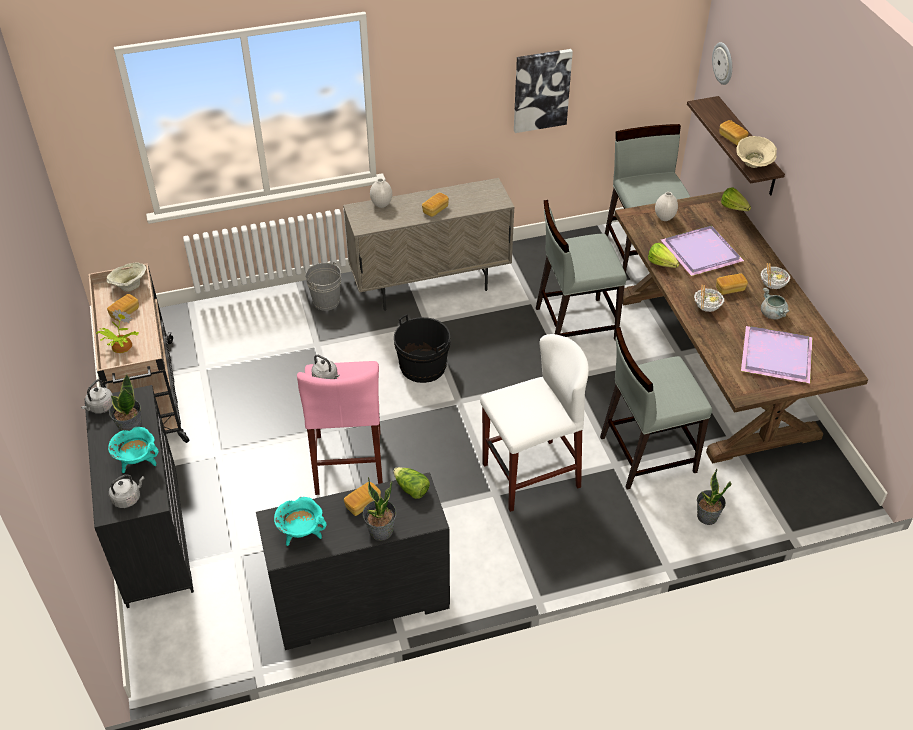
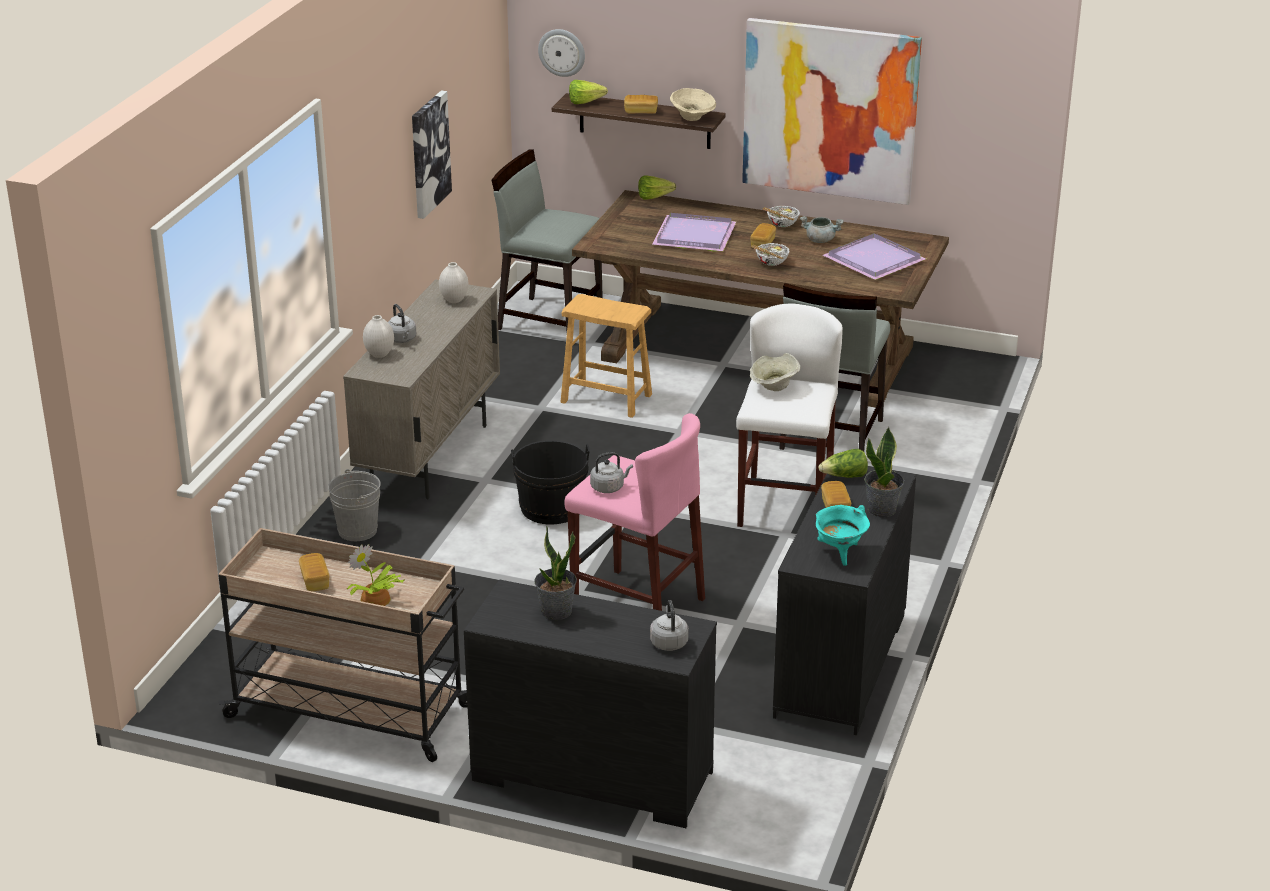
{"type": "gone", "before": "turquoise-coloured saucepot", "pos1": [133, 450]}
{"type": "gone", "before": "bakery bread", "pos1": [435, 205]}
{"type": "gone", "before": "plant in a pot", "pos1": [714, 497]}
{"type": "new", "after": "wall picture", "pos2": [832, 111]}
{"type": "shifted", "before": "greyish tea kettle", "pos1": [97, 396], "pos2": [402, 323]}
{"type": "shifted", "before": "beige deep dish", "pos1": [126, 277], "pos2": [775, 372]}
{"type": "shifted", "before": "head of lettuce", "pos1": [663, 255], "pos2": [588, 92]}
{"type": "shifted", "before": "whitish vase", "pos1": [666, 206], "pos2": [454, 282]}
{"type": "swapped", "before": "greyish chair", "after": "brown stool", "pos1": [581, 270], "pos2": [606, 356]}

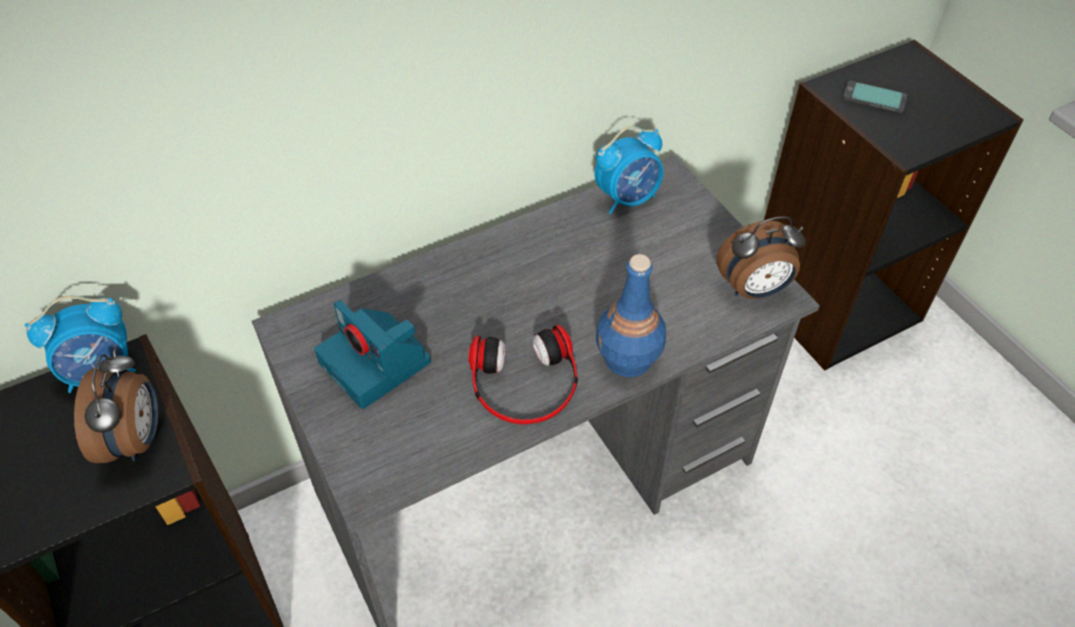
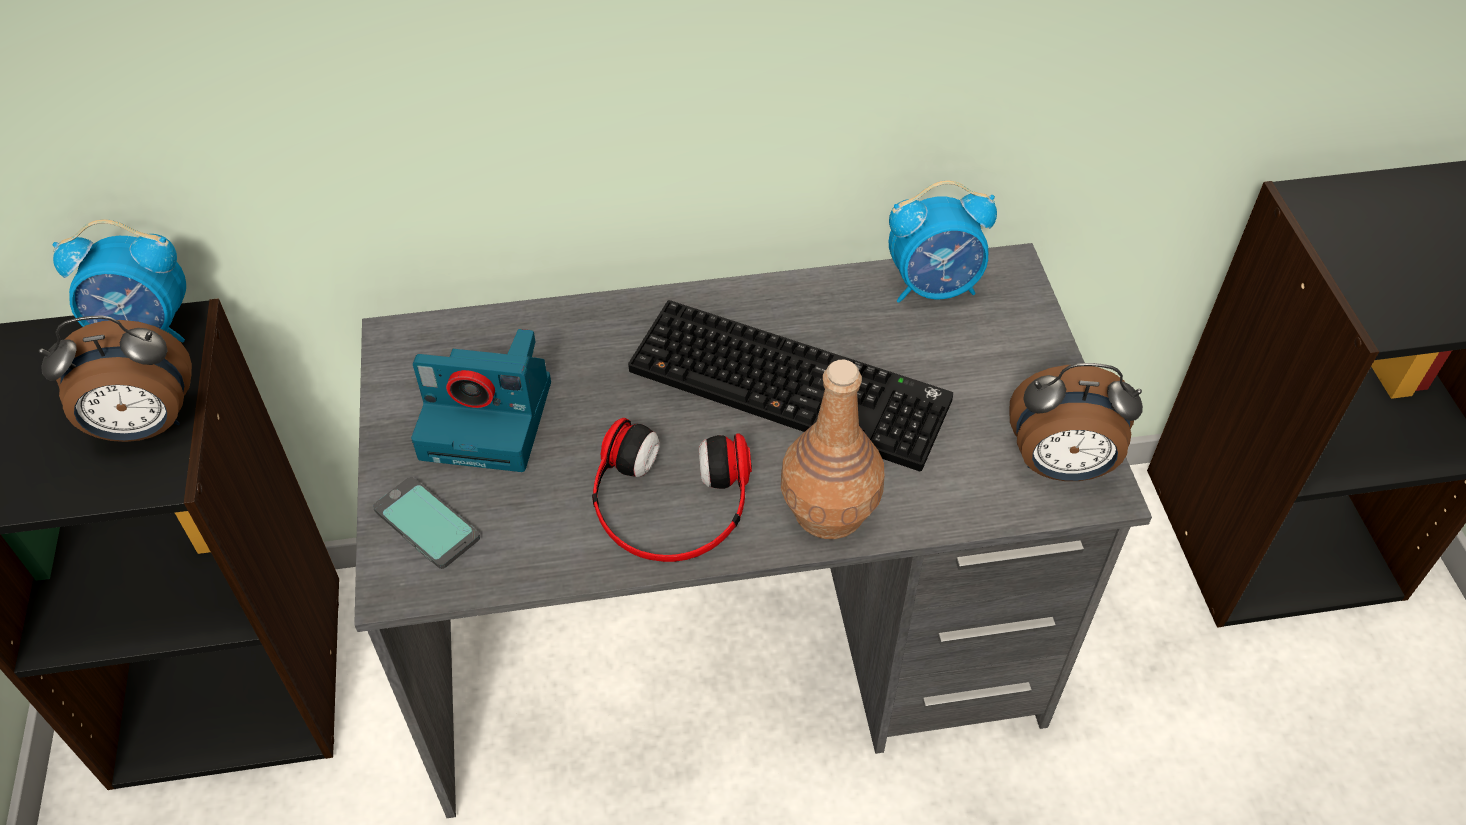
{"type": "new", "after": "keyboard", "pos2": [790, 385]}
{"type": "shifted", "before": "telephone", "pos1": [875, 97], "pos2": [426, 523]}
{"type": "repainted", "before": "bluish bottle", "after": "brown bottle", "pos1": [631, 315], "pos2": [833, 449]}
{"type": "rotated", "before": "table clock", "pos1": [116, 406], "pos2": [115, 378], "turn": 60}
{"type": "rotated", "before": "still camera", "pos1": [372, 354], "pos2": [481, 400], "turn": -60}

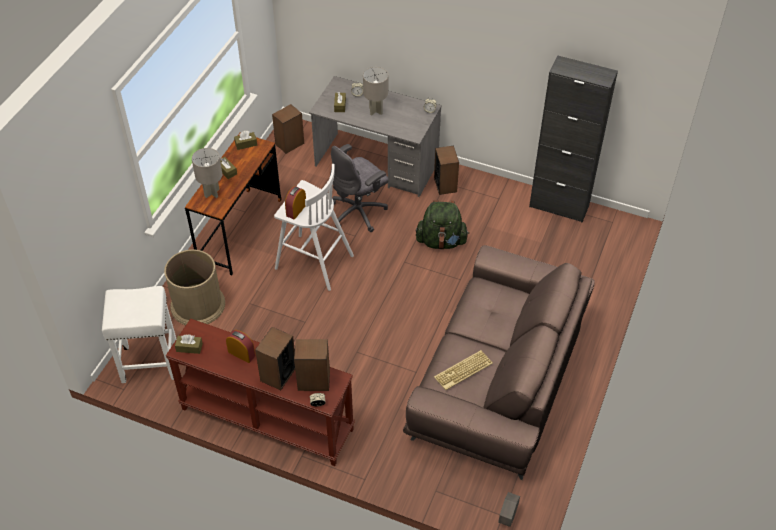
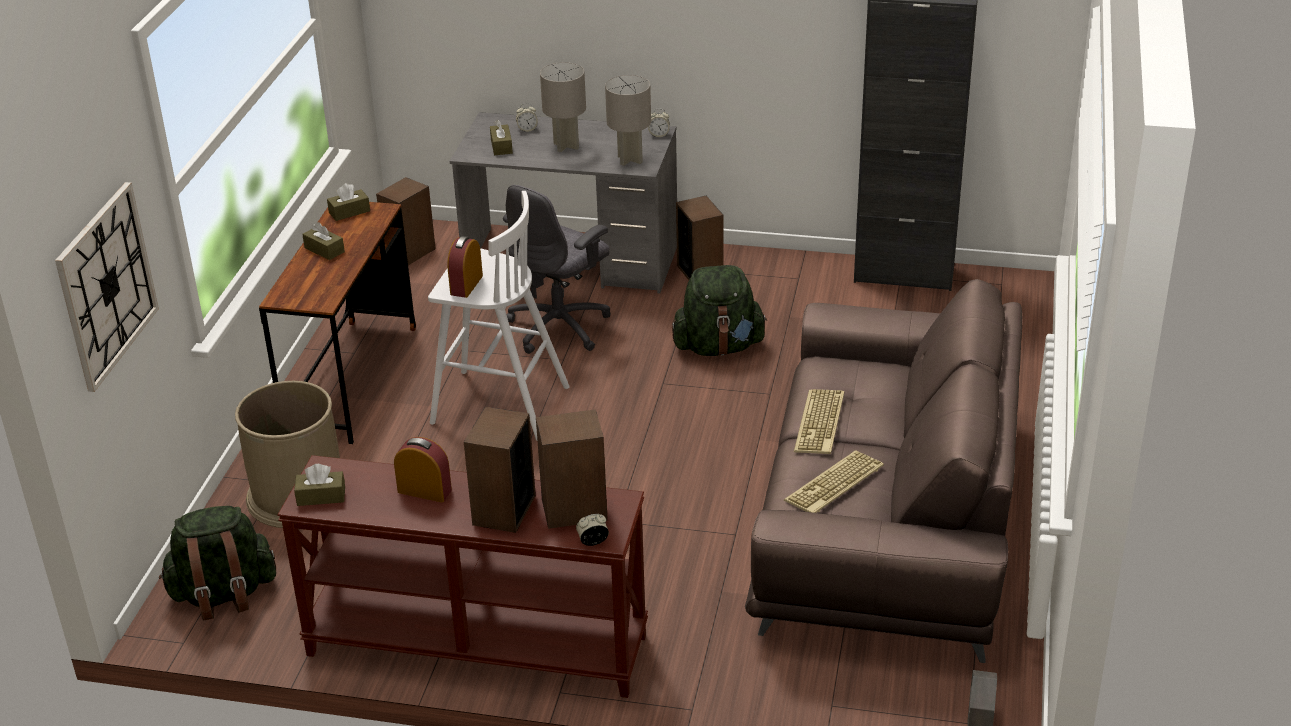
{"type": "new", "after": "wall clock", "pos2": [107, 287]}
{"type": "new", "after": "keyboard", "pos2": [819, 421]}
{"type": "shifted", "before": "greyish tabletop lamp", "pos1": [207, 173], "pos2": [628, 120]}
{"type": "swapped", "before": "whitish stool", "after": "green-coloured rucksack", "pos1": [139, 334], "pos2": [217, 563]}

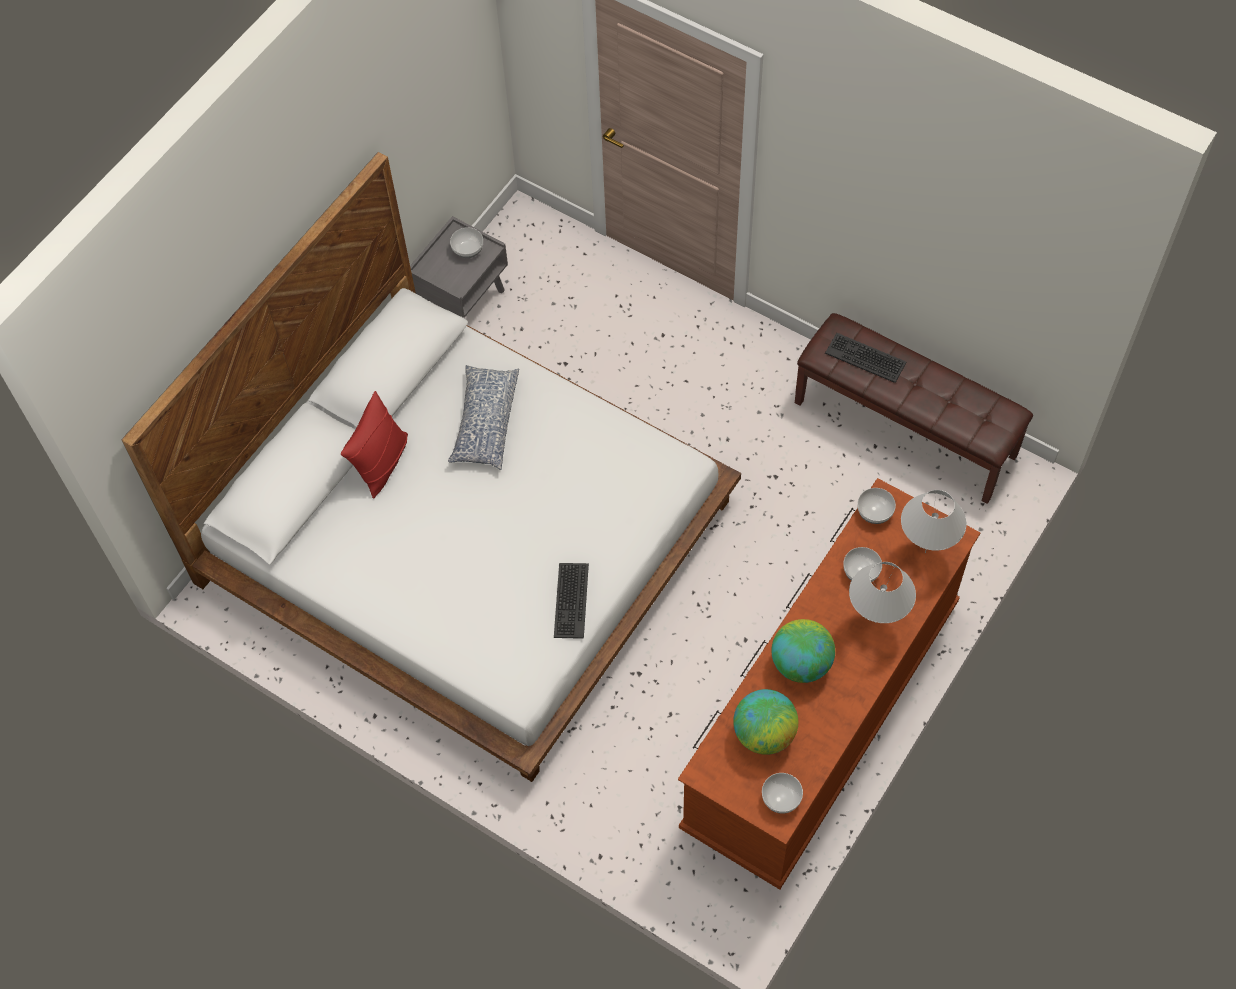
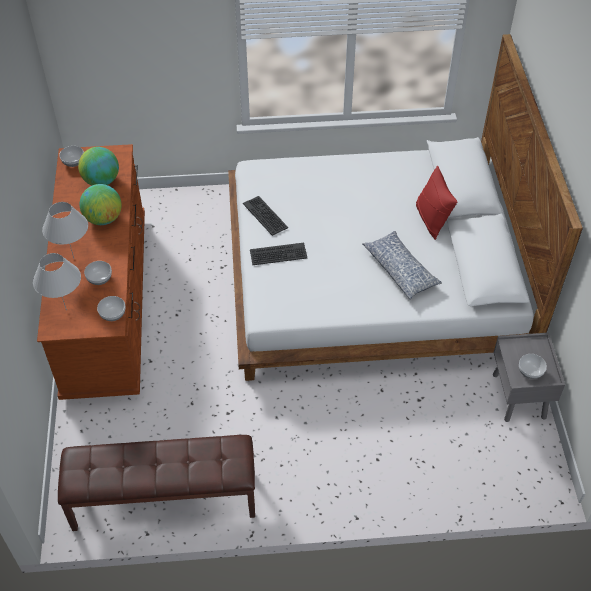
{"type": "shifted", "before": "keyboard", "pos1": [866, 358], "pos2": [278, 254]}

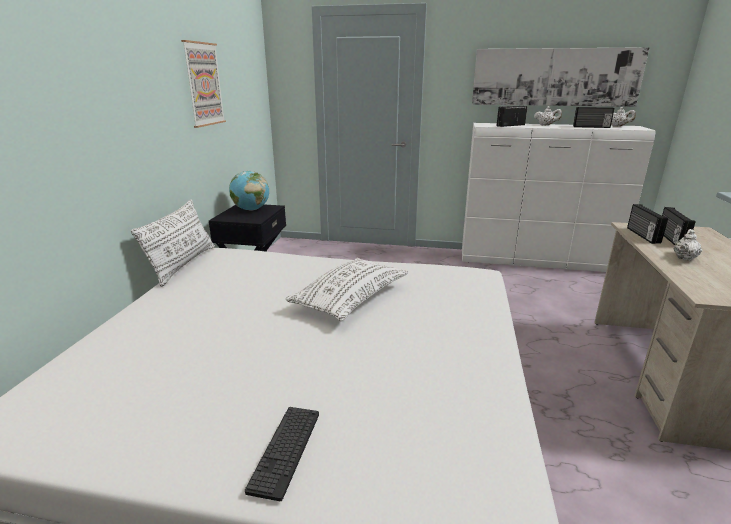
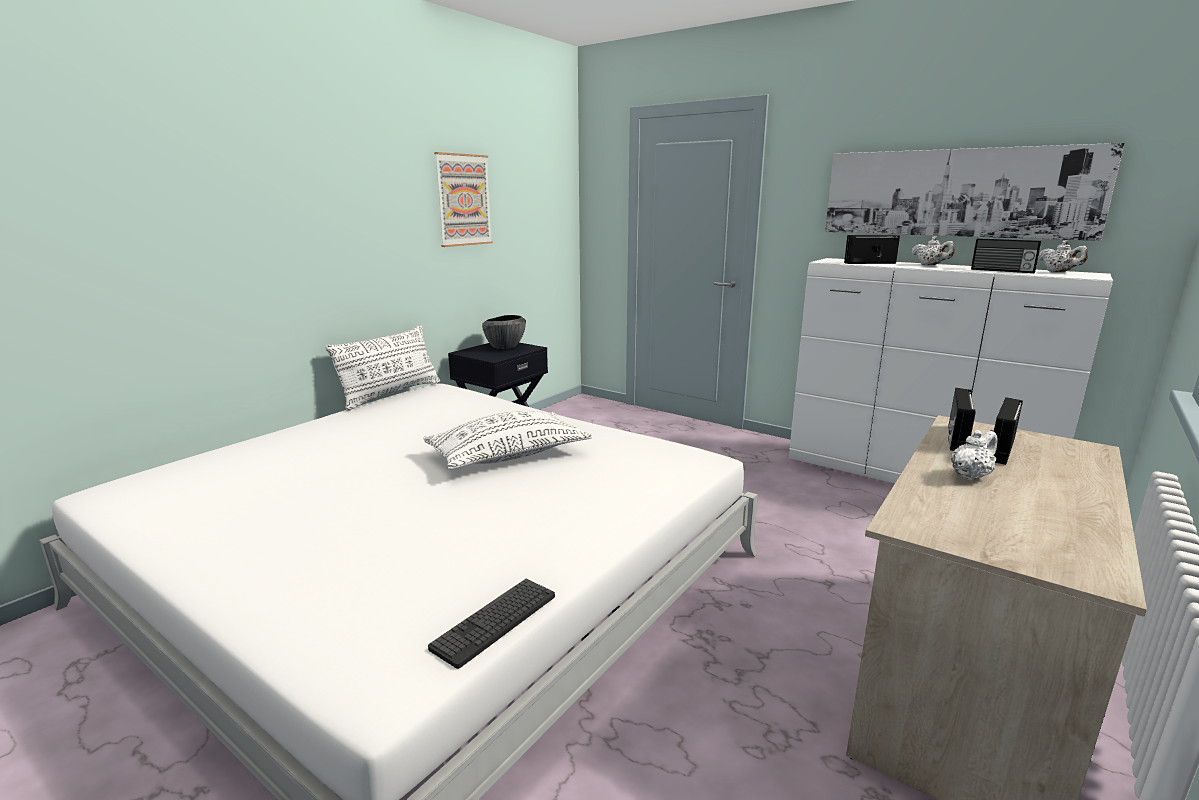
{"type": "shifted", "before": "keyboard", "pos1": [282, 454], "pos2": [491, 624]}
{"type": "swapped", "before": "desk globe", "after": "deep dish", "pos1": [249, 190], "pos2": [504, 332]}

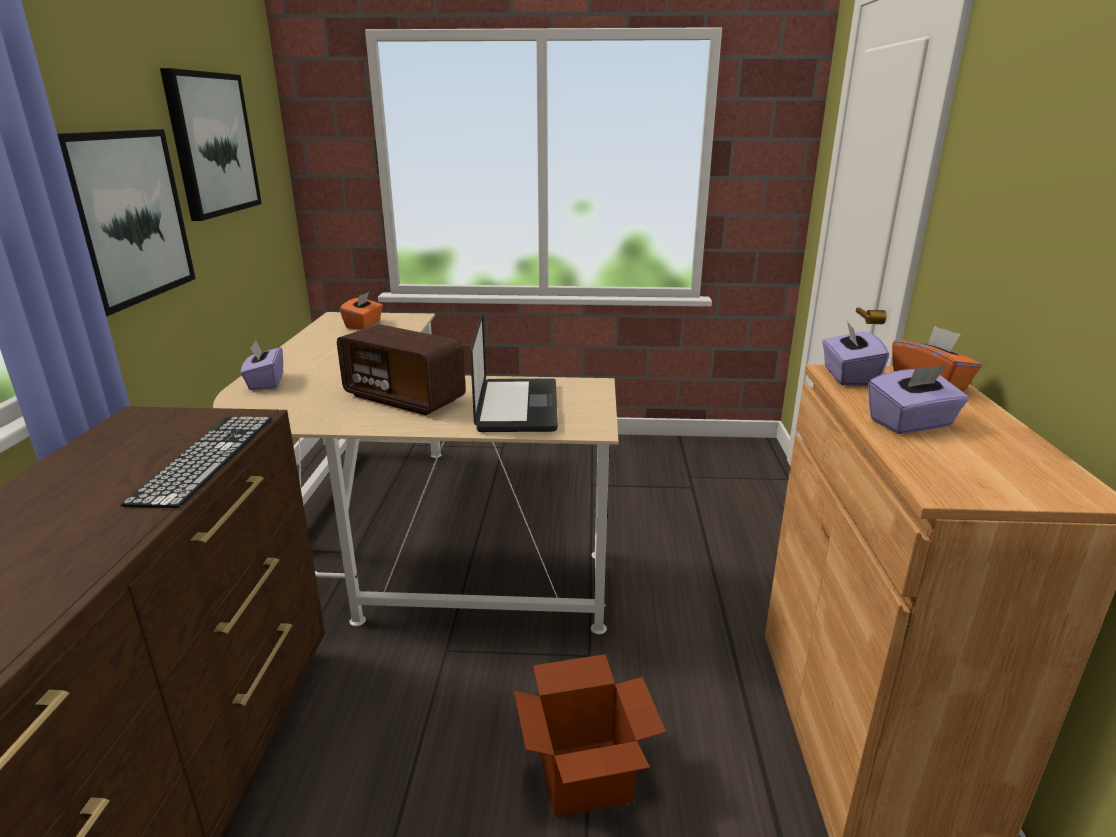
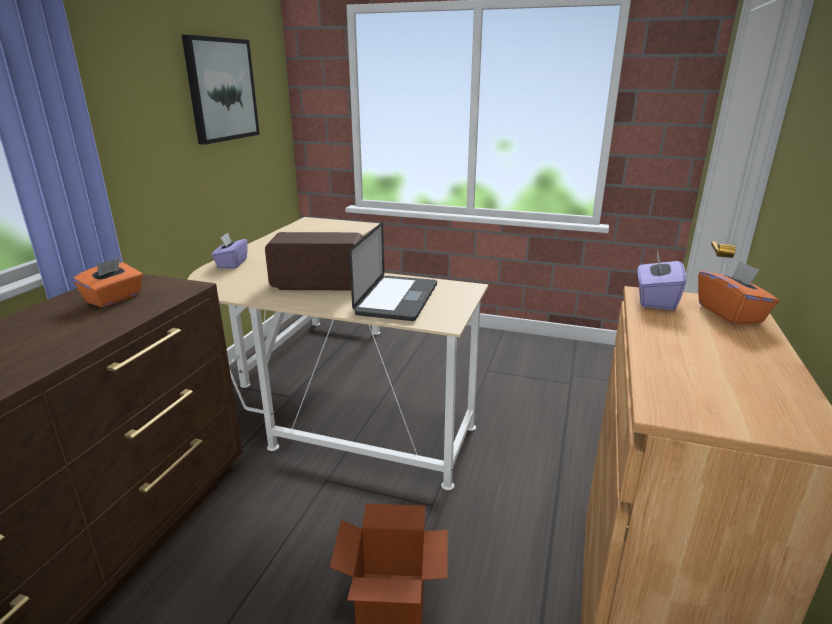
{"type": "gone", "before": "wall picture", "pos1": [126, 222]}
{"type": "gone", "before": "keyboard", "pos1": [196, 462]}
{"type": "gone", "before": "purplish tissue holder", "pos1": [918, 399]}
{"type": "shifted", "before": "orange-coloured tissue holder", "pos1": [361, 310], "pos2": [108, 282]}
{"type": "rotated", "before": "radio", "pos1": [401, 369], "pos2": [314, 261], "turn": 135}

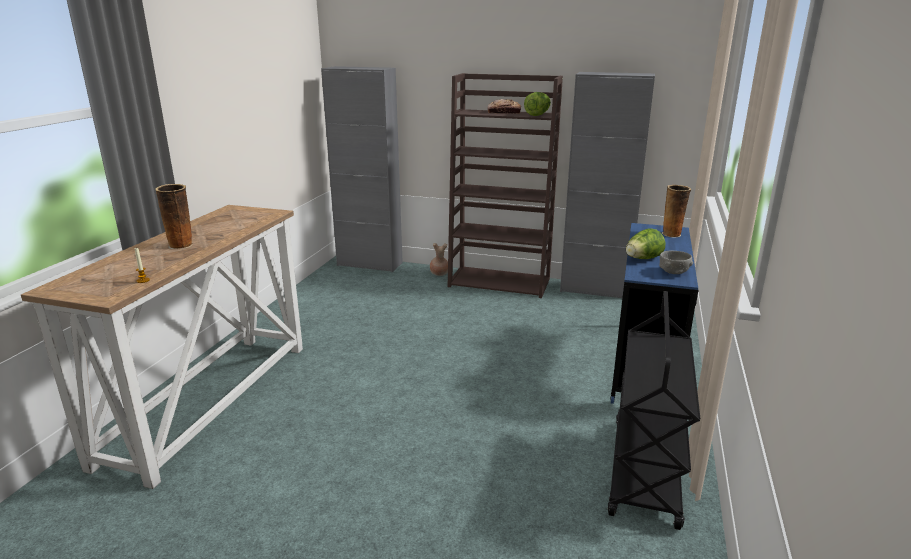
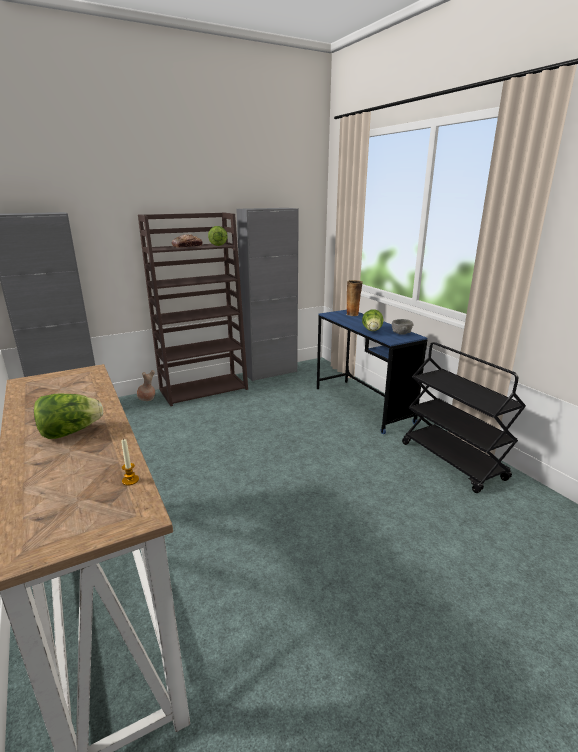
{"type": "swapped", "before": "vase", "after": "head of lettuce", "pos1": [173, 216], "pos2": [68, 416]}

